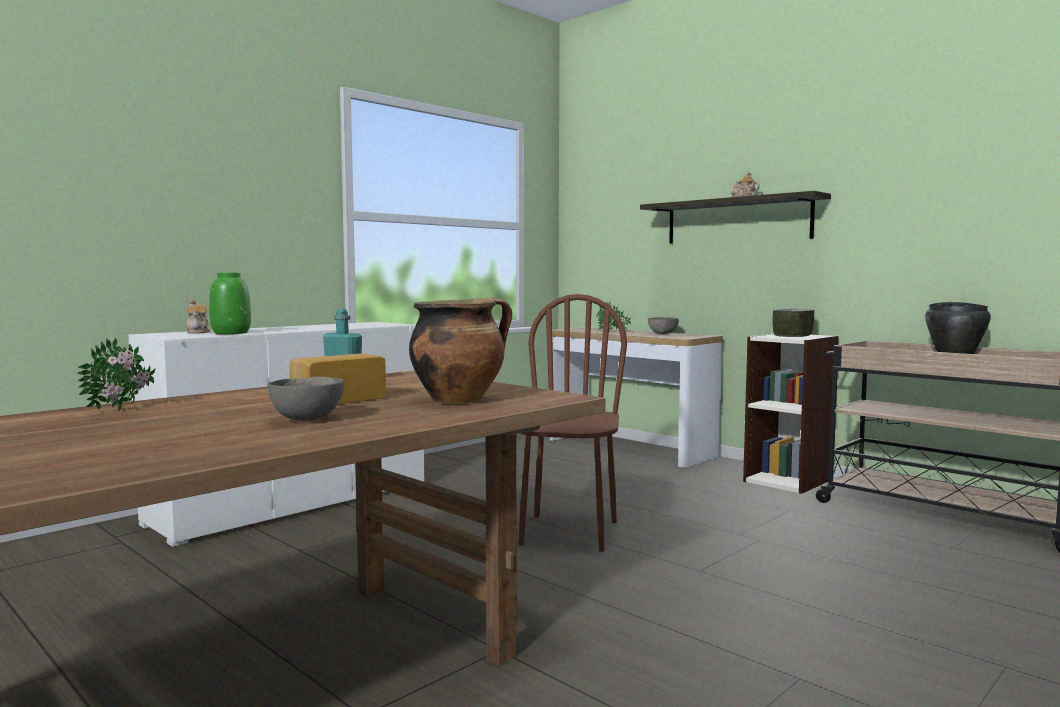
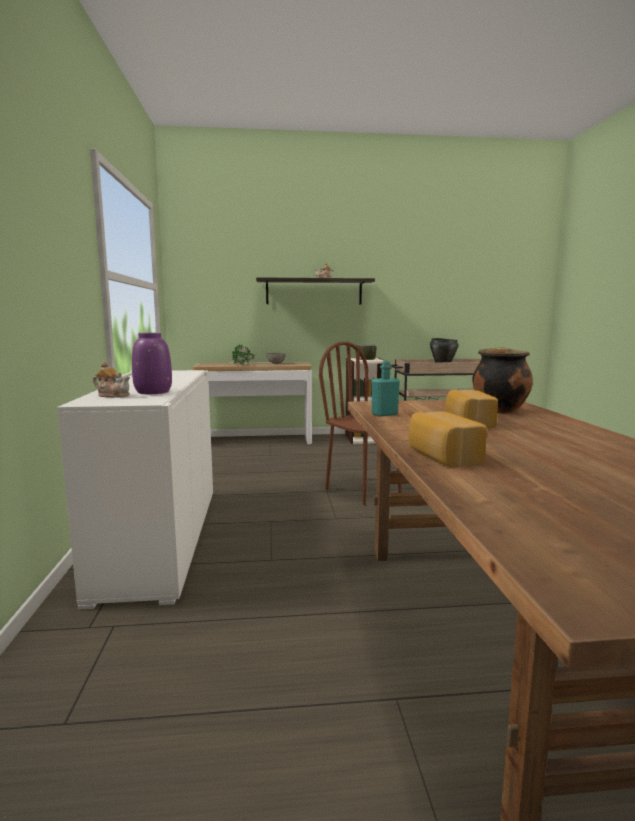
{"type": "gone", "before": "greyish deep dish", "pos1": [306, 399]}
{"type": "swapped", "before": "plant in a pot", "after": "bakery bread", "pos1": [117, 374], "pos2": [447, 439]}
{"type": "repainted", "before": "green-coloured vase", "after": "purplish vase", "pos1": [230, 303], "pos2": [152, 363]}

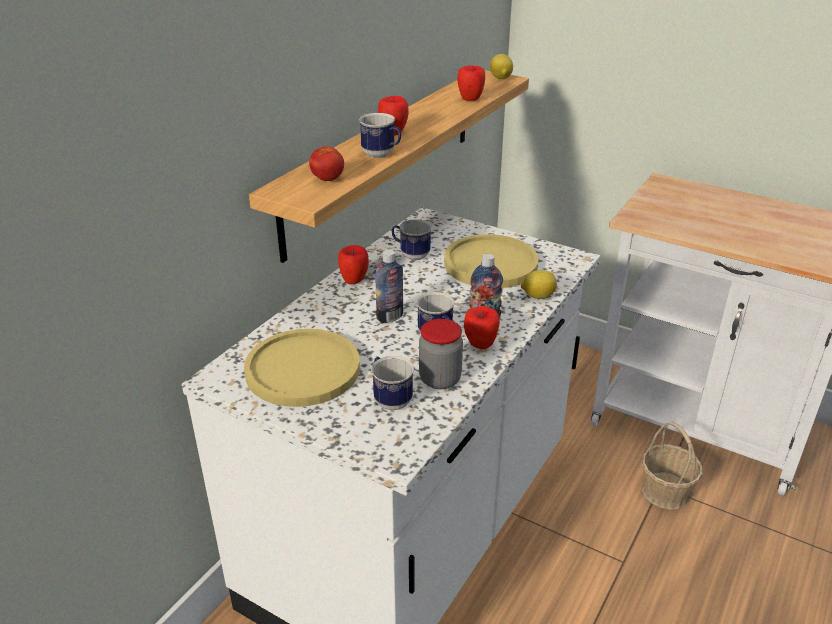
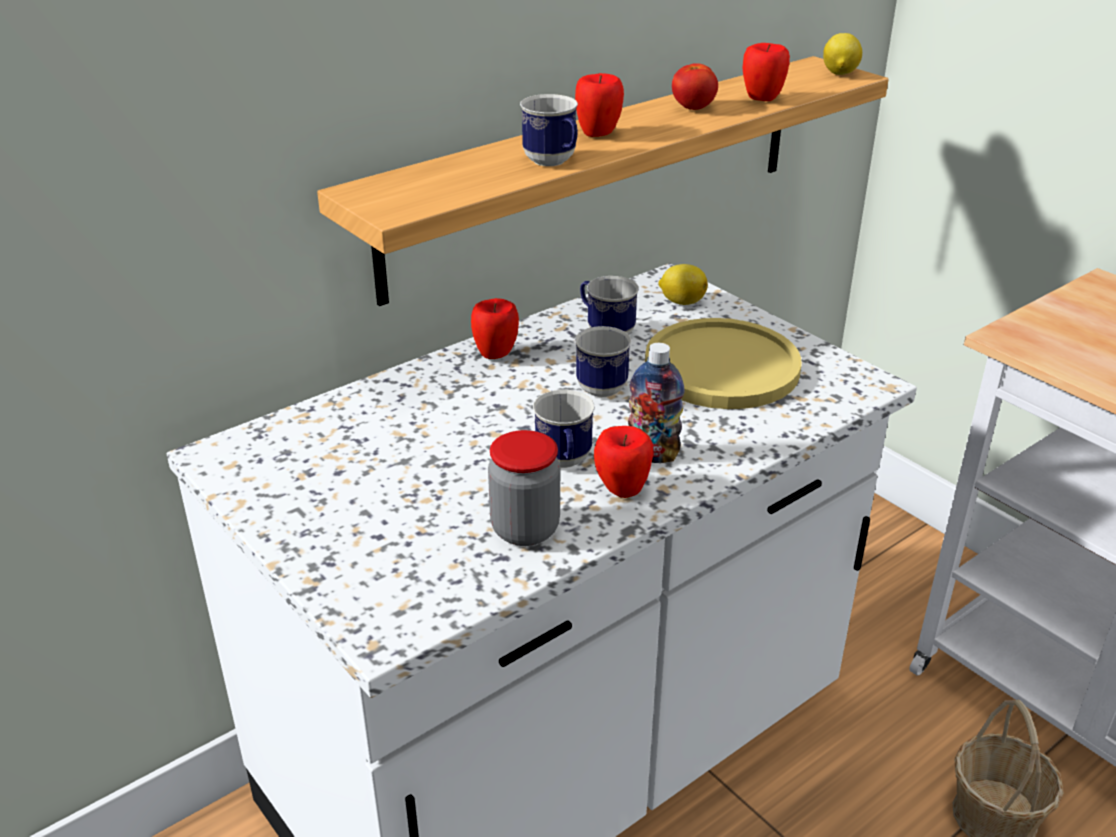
{"type": "gone", "before": "yellow-coloured plate", "pos1": [302, 368]}
{"type": "gone", "before": "bottle", "pos1": [389, 286]}
{"type": "shifted", "before": "tomato", "pos1": [326, 163], "pos2": [695, 86]}
{"type": "shifted", "before": "mug", "pos1": [392, 383], "pos2": [603, 361]}
{"type": "shifted", "before": "citrus fruit", "pos1": [539, 284], "pos2": [683, 284]}

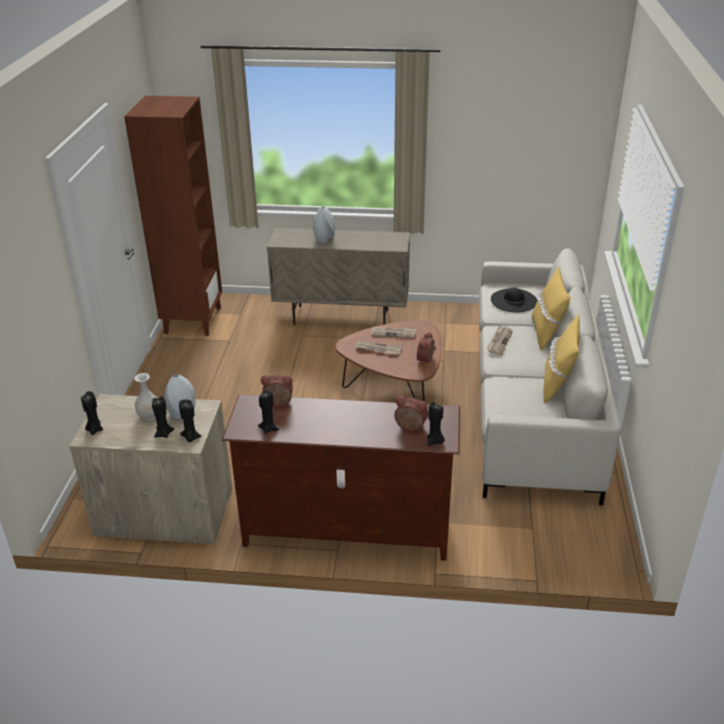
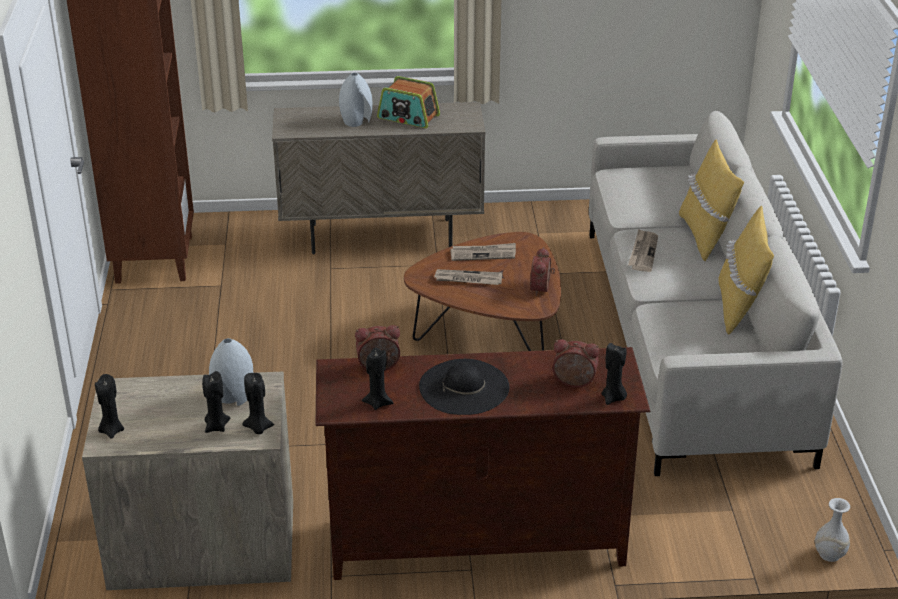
{"type": "new", "after": "radio", "pos2": [408, 102]}
{"type": "shifted", "before": "whitish vase", "pos1": [145, 397], "pos2": [832, 530]}
{"type": "shifted", "before": "blackish wearable hat", "pos1": [514, 300], "pos2": [464, 387]}

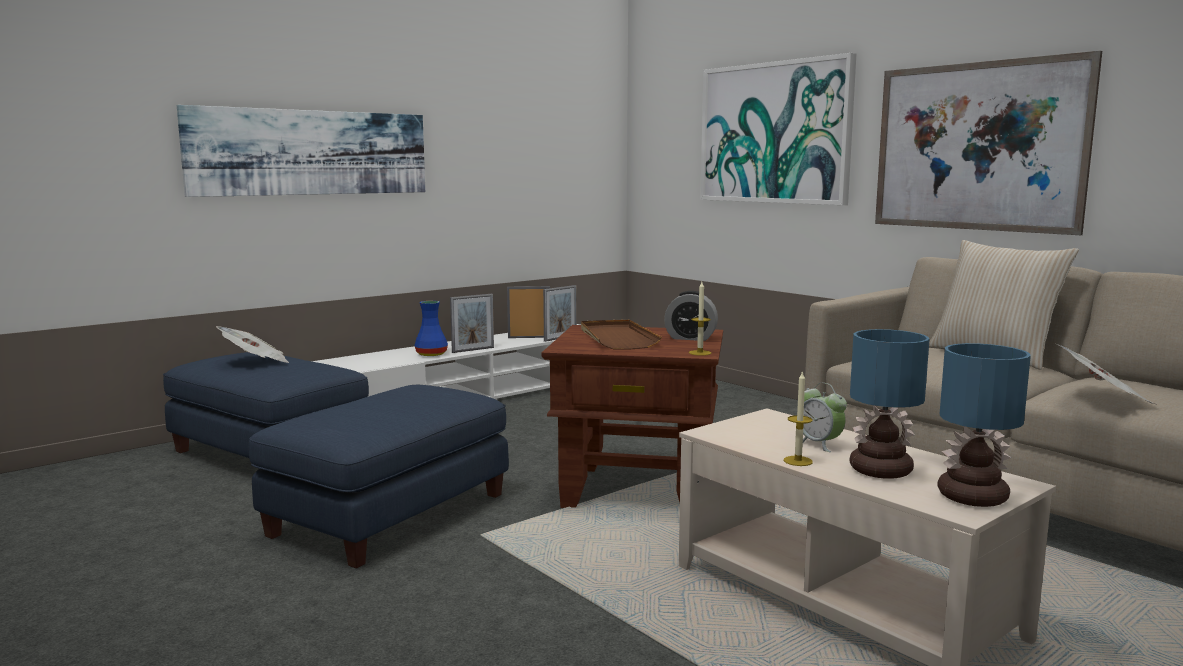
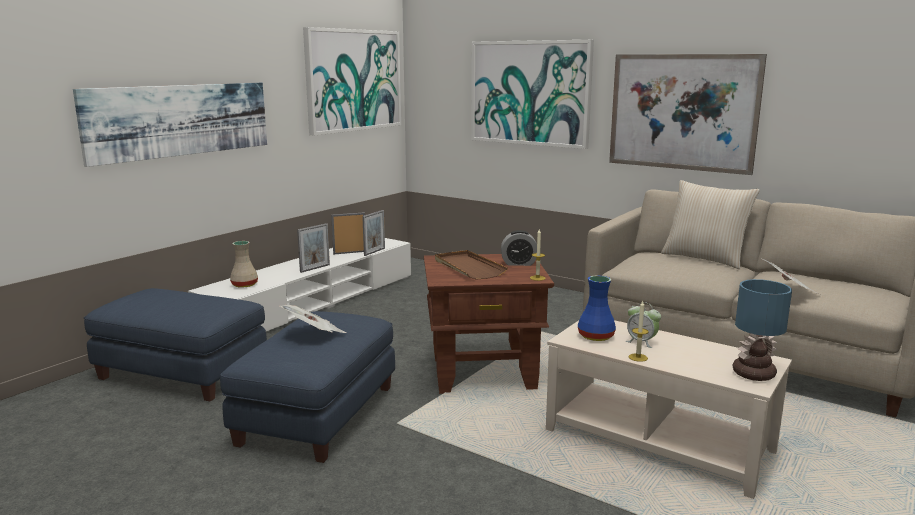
{"type": "gone", "before": "tabletop lamp", "pos1": [889, 404]}
{"type": "new", "after": "beige vase", "pos2": [244, 264]}
{"type": "new", "after": "wall picture", "pos2": [352, 81]}
{"type": "shifted", "before": "newspaper", "pos1": [252, 344], "pos2": [313, 319]}
{"type": "shifted", "before": "bluish vase", "pos1": [431, 328], "pos2": [597, 308]}

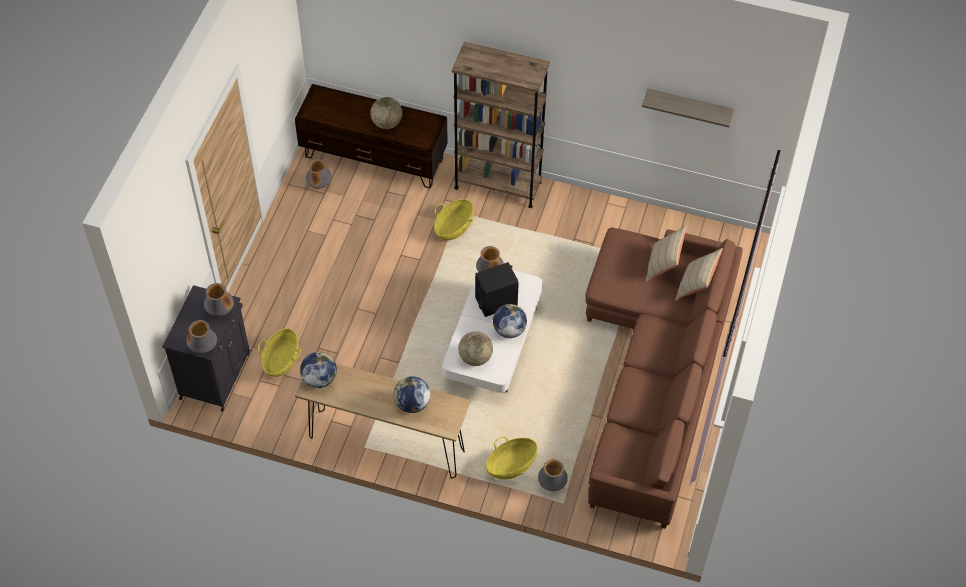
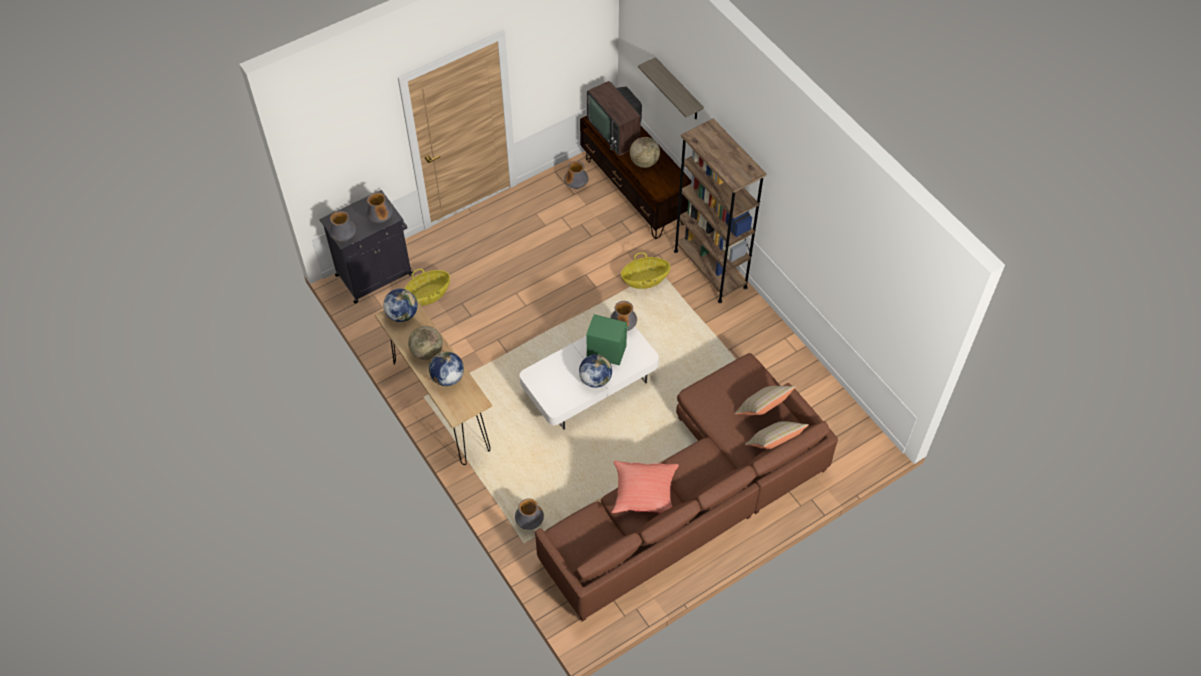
{"type": "gone", "before": "household basket", "pos1": [511, 458]}
{"type": "new", "after": "TV set", "pos2": [614, 118]}
{"type": "new", "after": "red-coloured throw pillow", "pos2": [645, 486]}
{"type": "shifted", "before": "desk globe", "pos1": [475, 348], "pos2": [425, 343]}
{"type": "shifted", "before": "wall shelf", "pos1": [688, 108], "pos2": [671, 88]}
{"type": "repainted", "before": "blackish speaker", "after": "green-coloured speaker", "pos1": [497, 289], "pos2": [607, 339]}

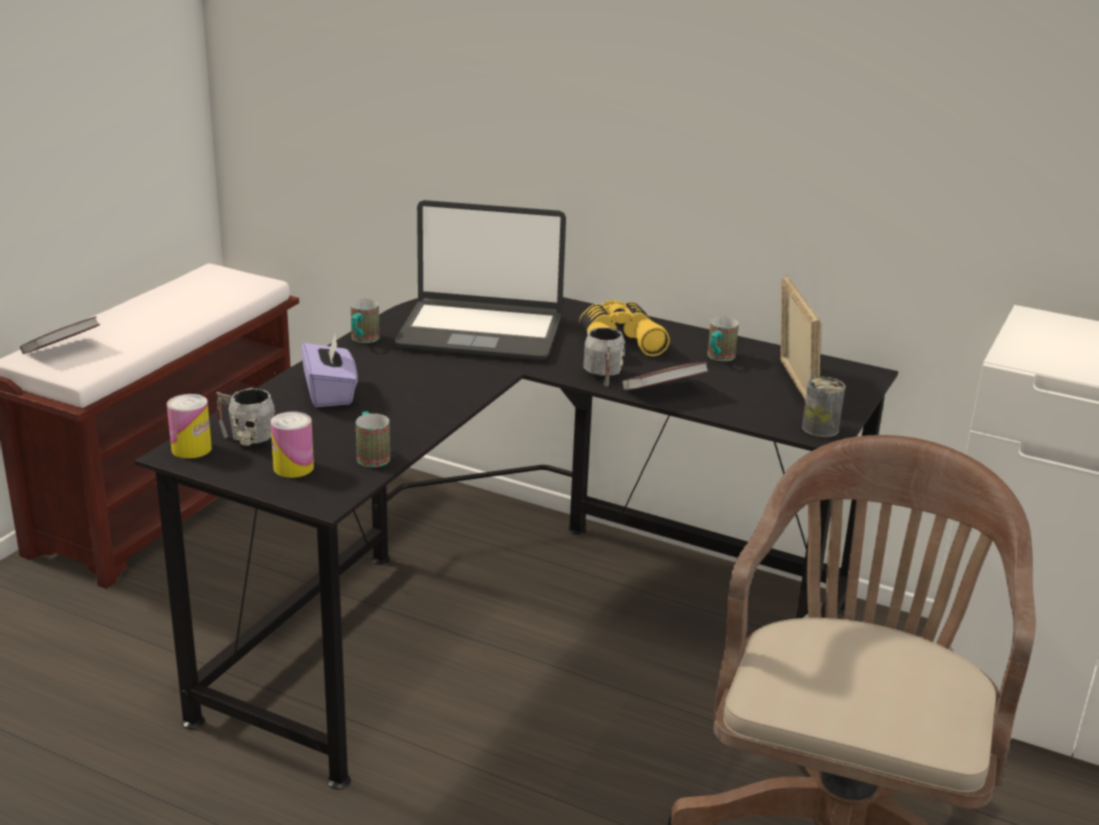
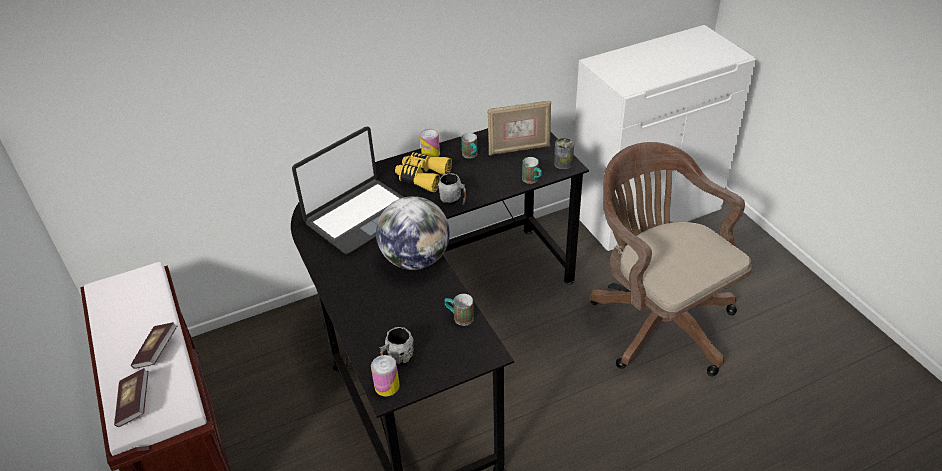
{"type": "gone", "before": "purplish tissue holder", "pos1": [329, 370]}
{"type": "new", "after": "desk globe", "pos2": [413, 233]}
{"type": "shifted", "before": "sealed can", "pos1": [292, 445], "pos2": [430, 143]}
{"type": "shifted", "before": "mug", "pos1": [365, 321], "pos2": [532, 170]}
{"type": "shifted", "before": "bound book", "pos1": [665, 376], "pos2": [154, 345]}
{"type": "rotated", "before": "standing frame", "pos1": [800, 337], "pos2": [519, 128], "turn": 135}

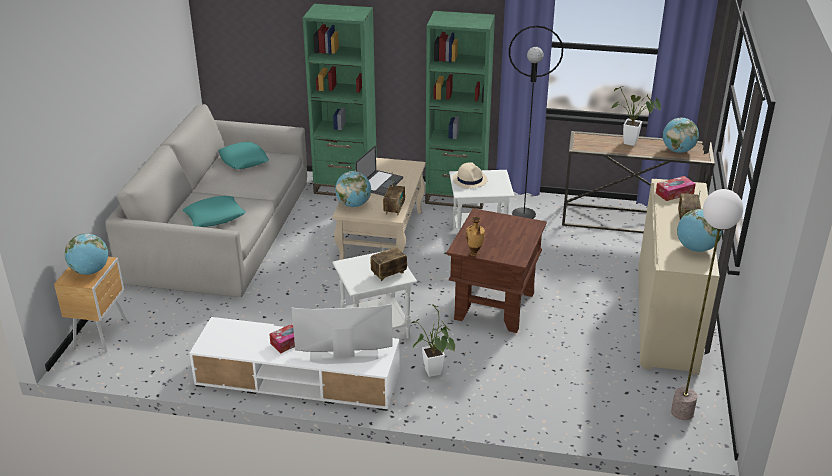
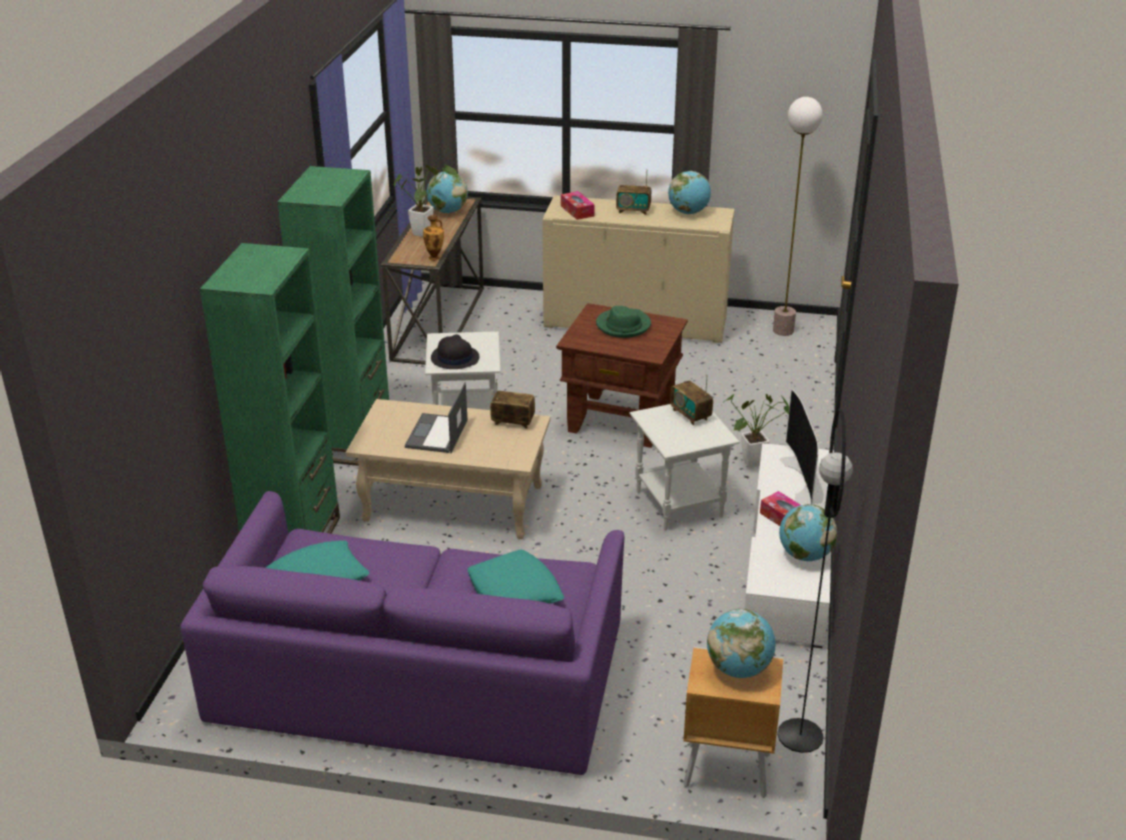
{"type": "new", "after": "green-coloured wearable hat", "pos2": [623, 322]}
{"type": "shifted", "before": "desk globe", "pos1": [353, 189], "pos2": [808, 532]}
{"type": "shifted", "before": "vase", "pos1": [475, 236], "pos2": [433, 238]}
{"type": "shifted", "before": "blackish standing lamp", "pos1": [536, 122], "pos2": [815, 580]}
{"type": "repainted", "before": "greyish settee", "after": "purplish settee", "pos1": [206, 200], "pos2": [402, 633]}
{"type": "repainted", "before": "beige wearable hat", "after": "blackish wearable hat", "pos1": [470, 175], "pos2": [455, 351]}
{"type": "rotated", "before": "notebook computer", "pos1": [379, 170], "pos2": [436, 417], "turn": -105}

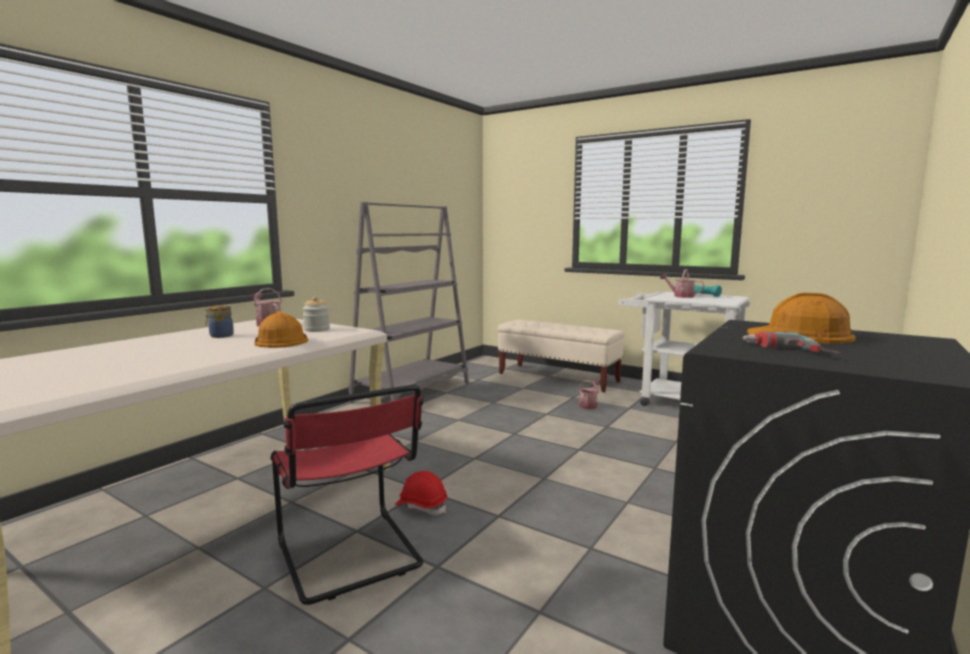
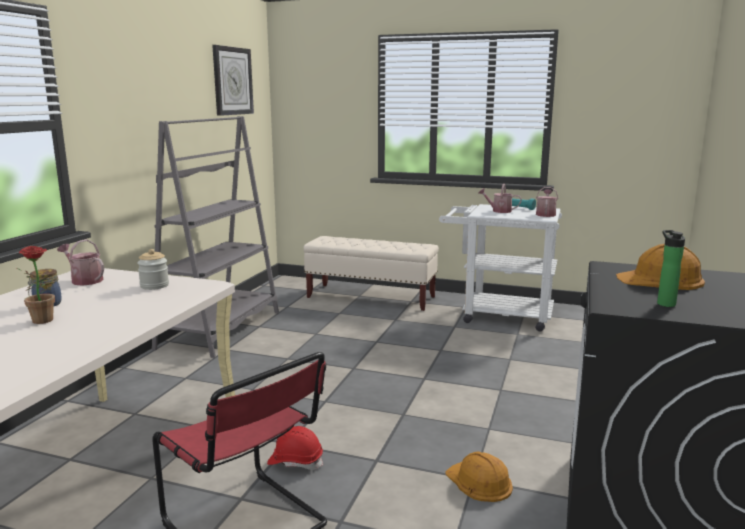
{"type": "new", "after": "plant in a pot", "pos2": [37, 285]}
{"type": "new", "after": "wall clock", "pos2": [233, 80]}
{"type": "shifted", "before": "orange-coloured hard hat", "pos1": [281, 329], "pos2": [479, 477]}
{"type": "shifted", "before": "watering pot", "pos1": [589, 394], "pos2": [547, 202]}
{"type": "swapped", "before": "drill", "after": "bottle", "pos1": [792, 343], "pos2": [671, 268]}

